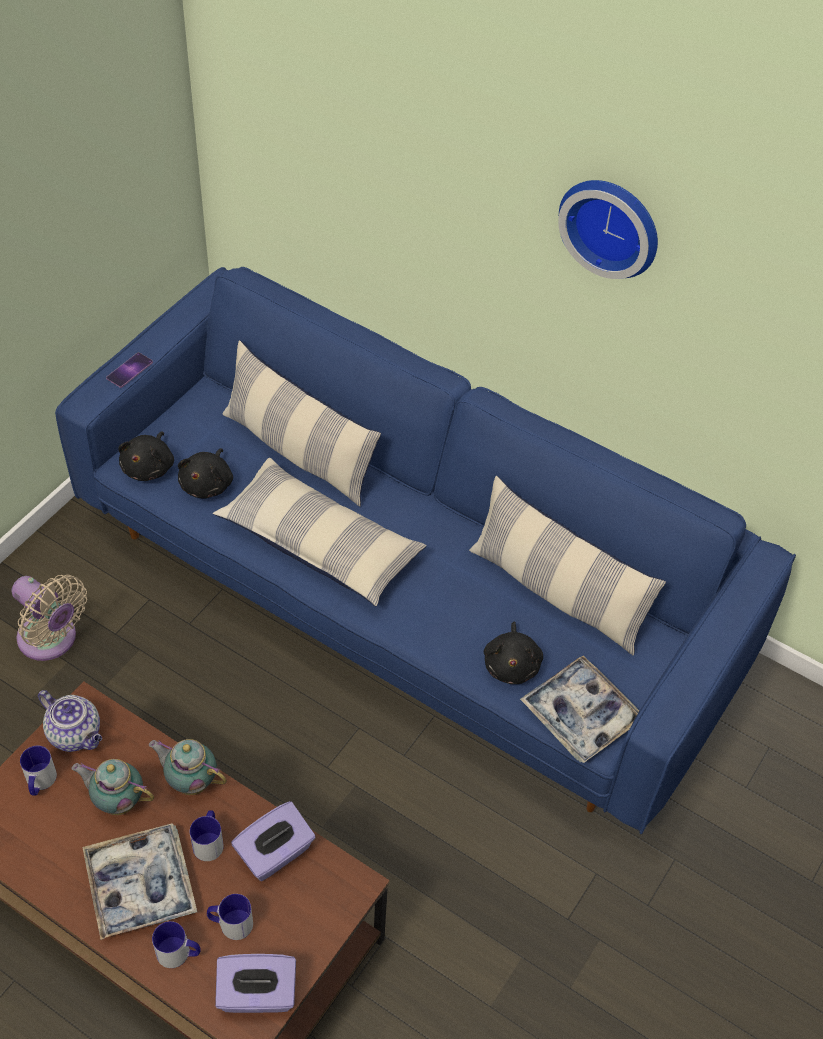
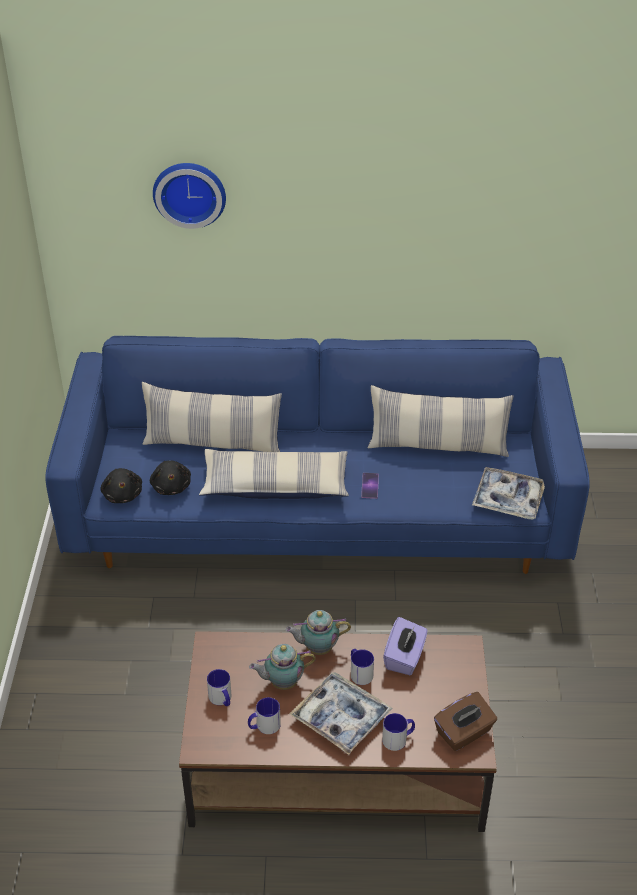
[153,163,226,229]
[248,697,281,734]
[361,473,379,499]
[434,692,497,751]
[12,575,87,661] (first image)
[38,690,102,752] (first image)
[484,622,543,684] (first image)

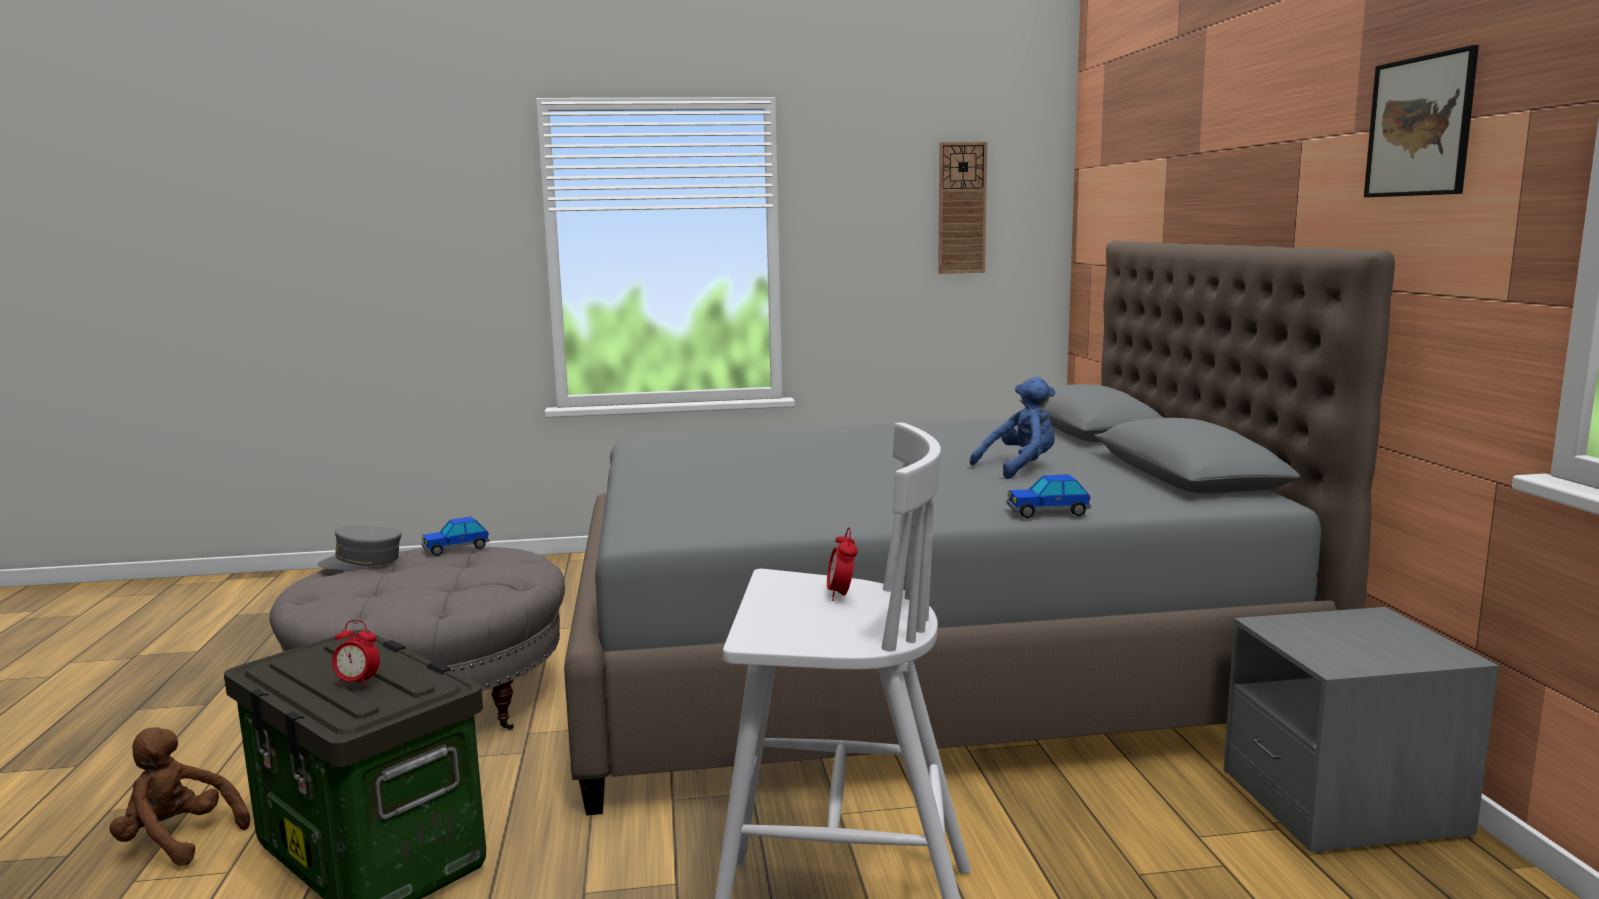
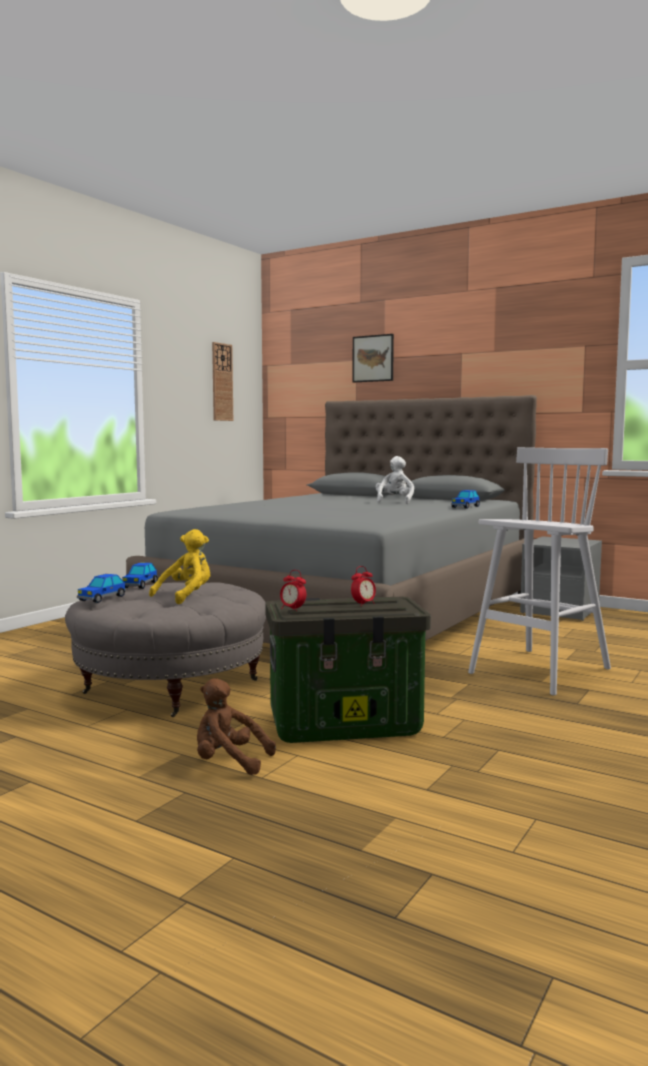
[77,574,126,603]
[149,529,210,604]
[197,679,276,775]
[280,570,306,611]
[352,334,394,382]
[376,456,414,504]

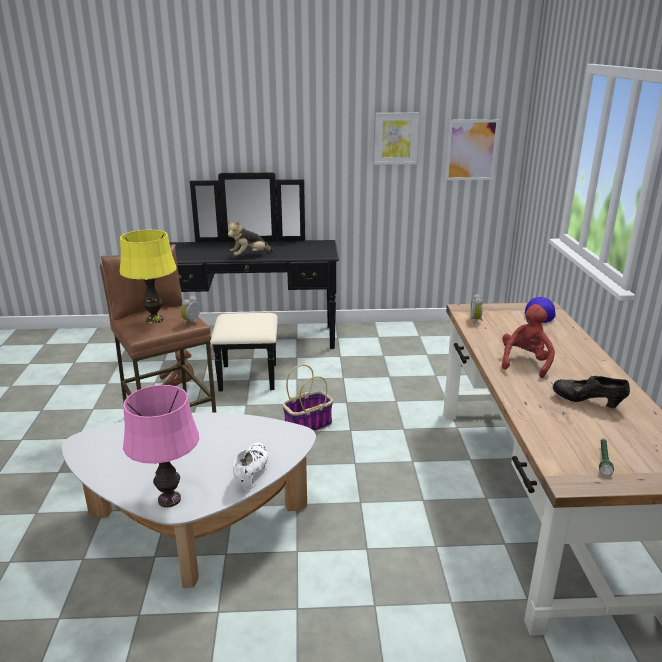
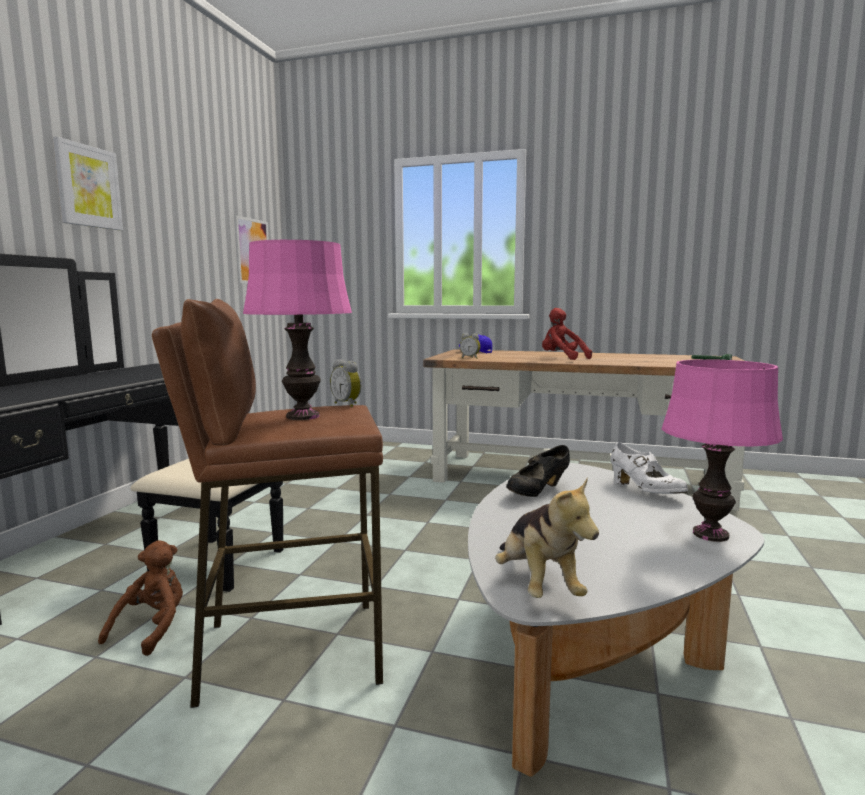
[53,137,123,230]
[243,240,352,420]
[495,477,599,598]
[506,445,570,497]
[611,442,688,494]
[282,365,333,432] (first image)

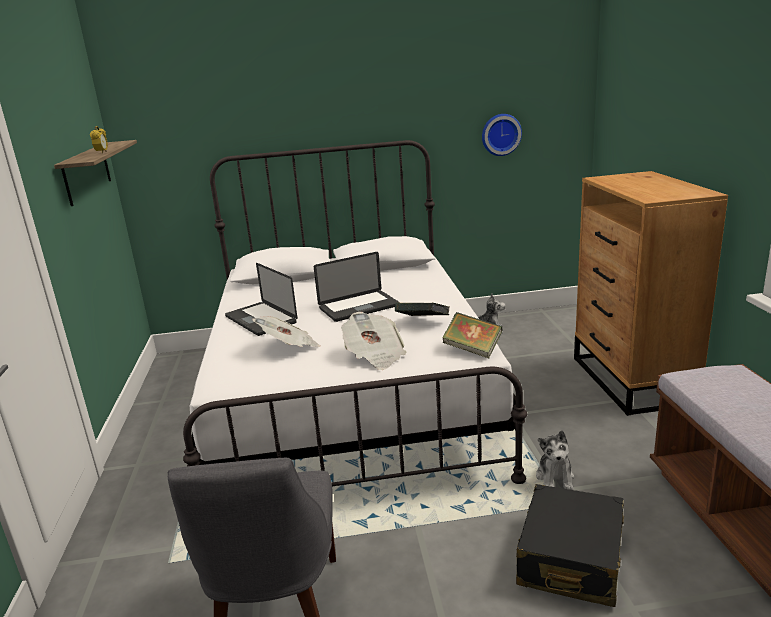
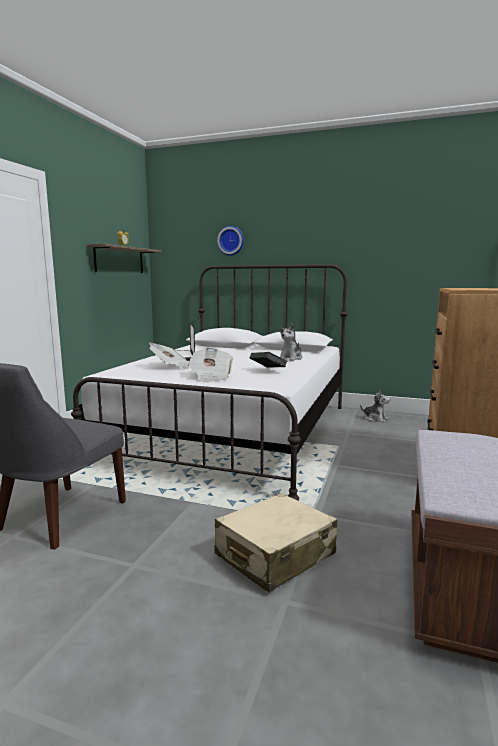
[215,493,337,593]
[217,226,244,256]
[279,323,302,361]
[314,252,399,322] (first image)
[442,312,503,358] (first image)

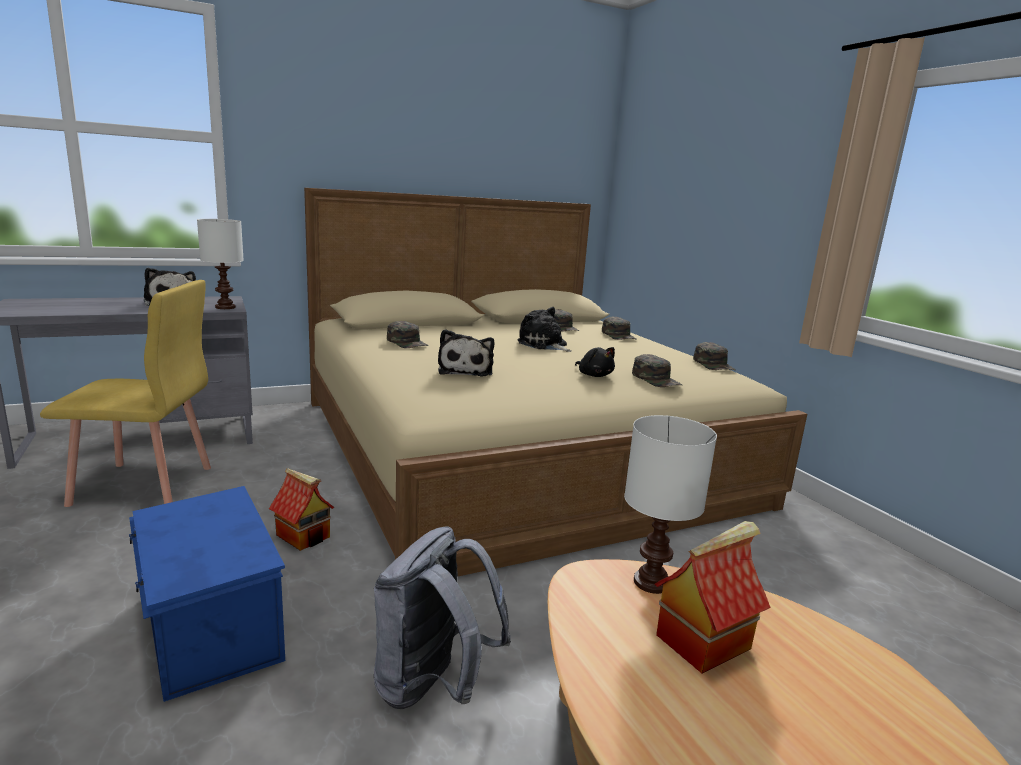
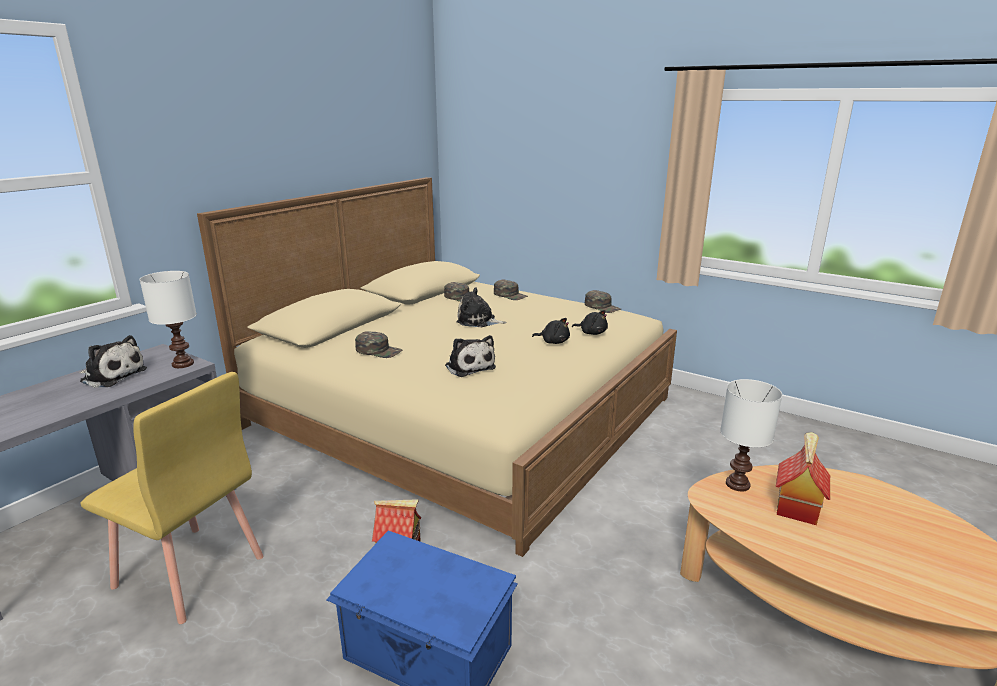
[81,372,264,624]
[572,310,608,335]
[374,526,511,709] (first image)

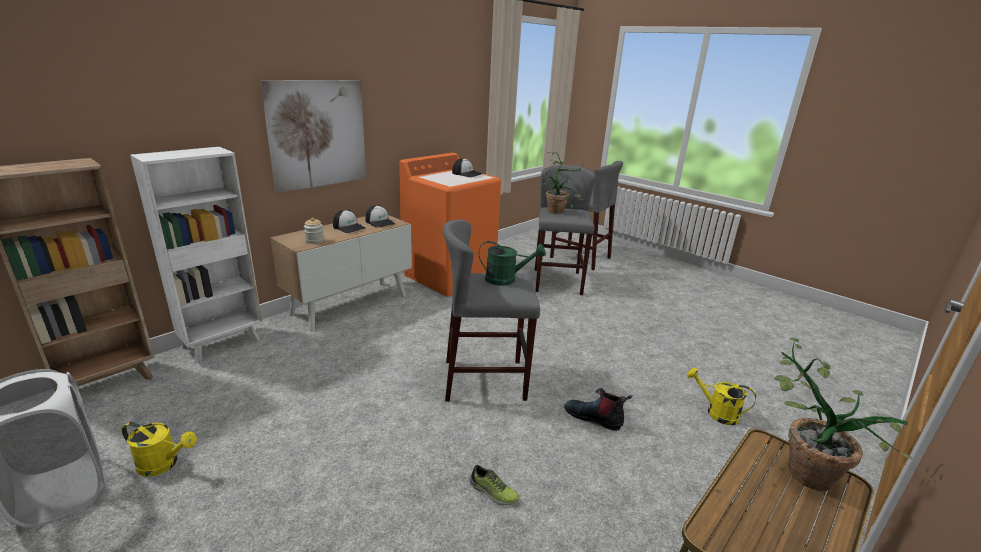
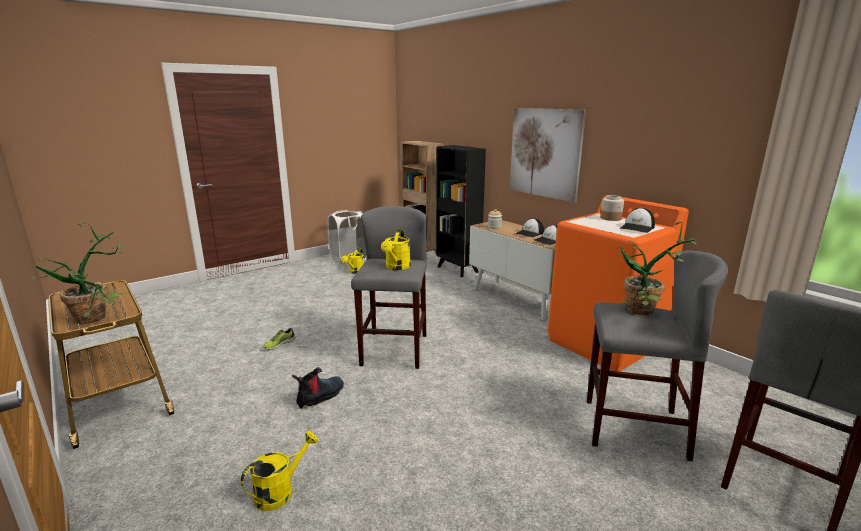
[381,229,411,270]
[436,145,486,277]
[600,195,624,221]

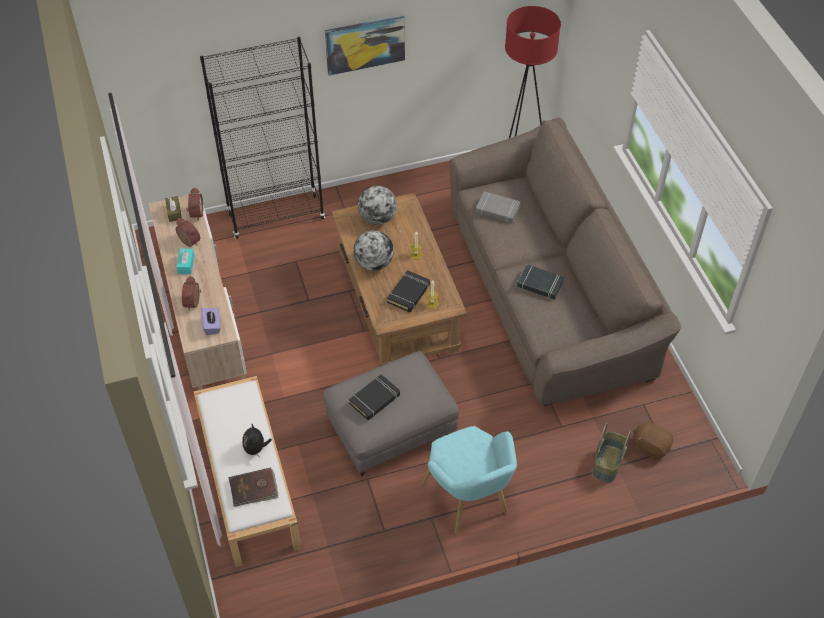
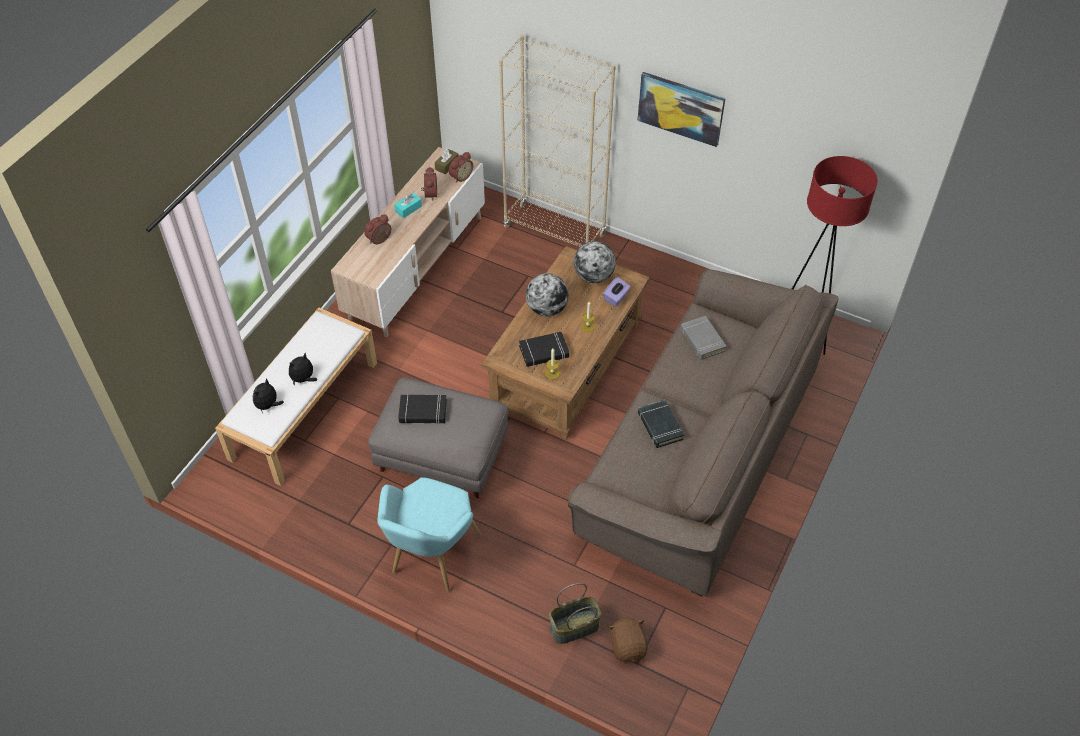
[253,378,284,413]
[499,35,616,247]
[603,277,631,307]

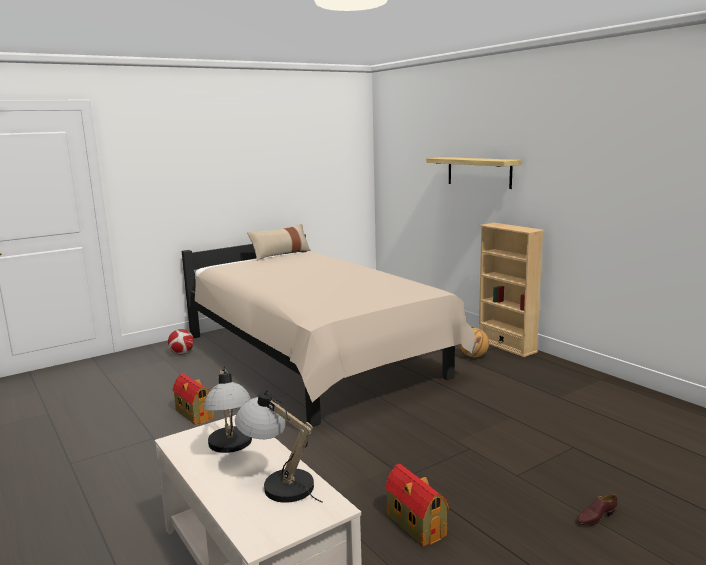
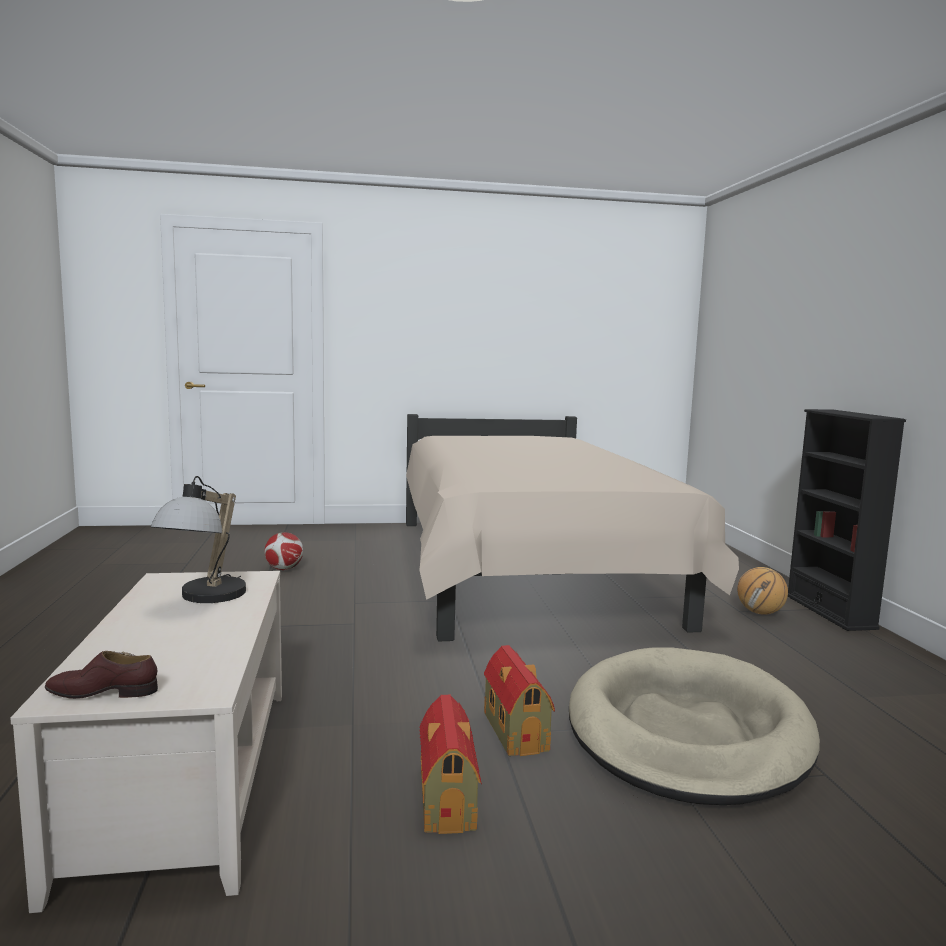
[45,651,158,699]
[264,532,303,570]
[484,645,555,756]
[569,647,820,805]
[788,409,906,631]
[235,390,323,503] (first image)
[247,224,311,261] (first image)
[426,157,521,189] (first image)

